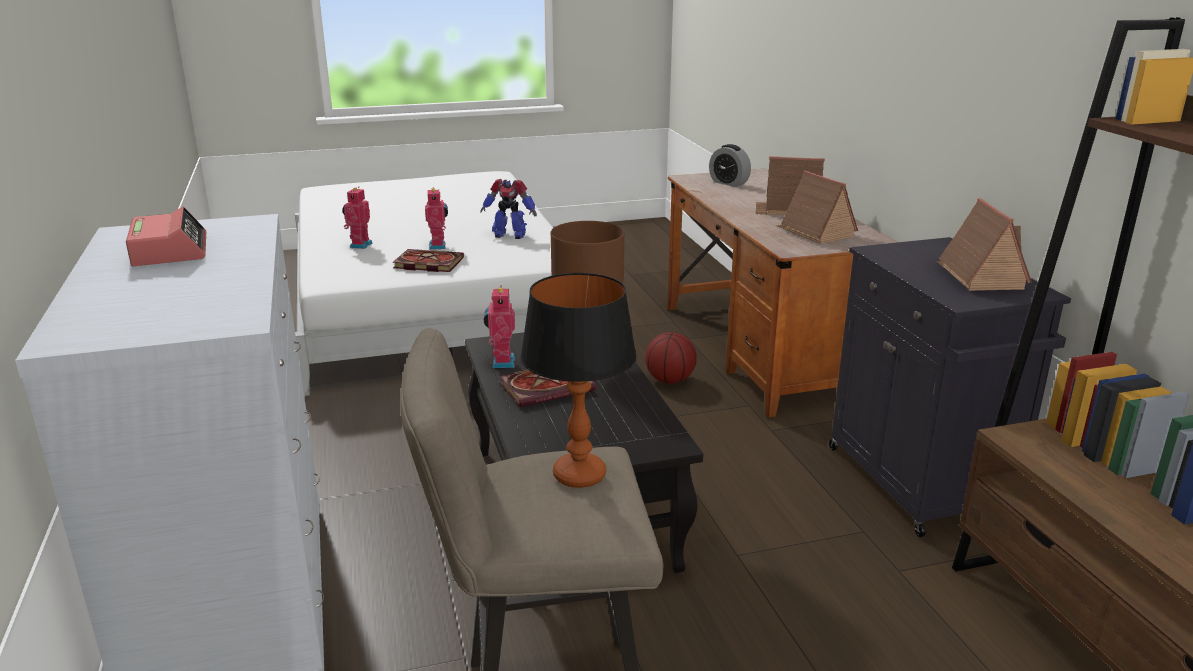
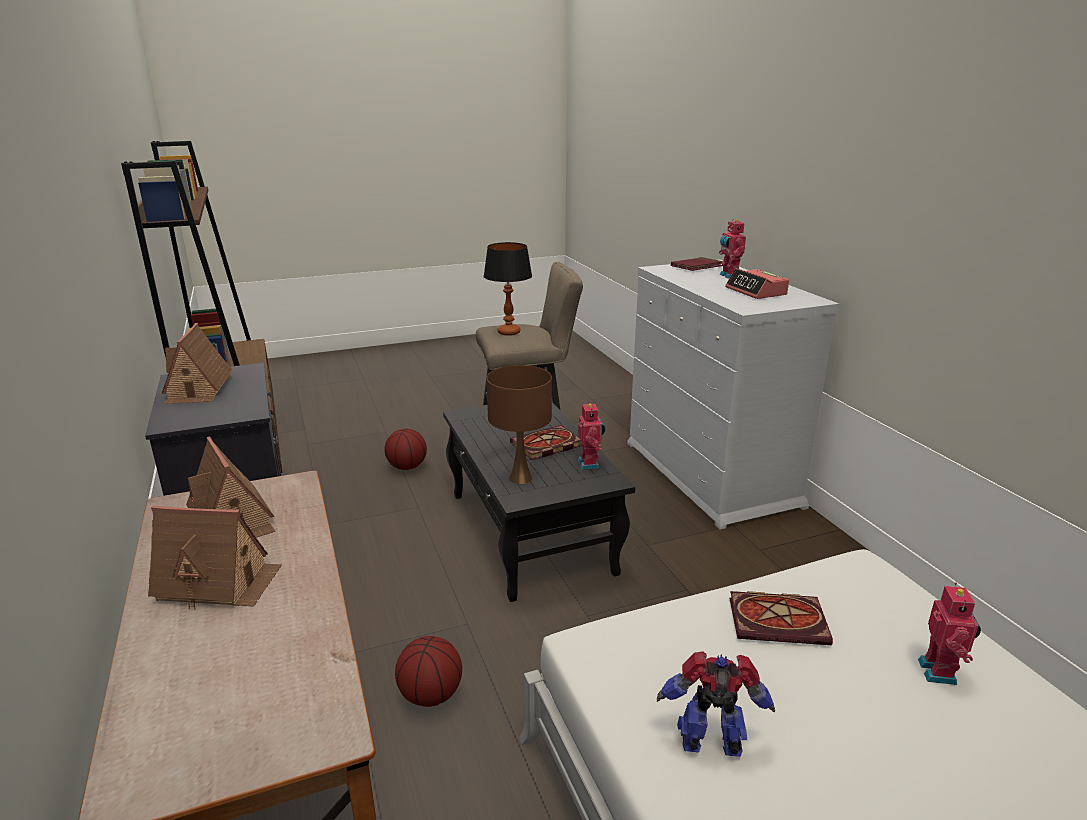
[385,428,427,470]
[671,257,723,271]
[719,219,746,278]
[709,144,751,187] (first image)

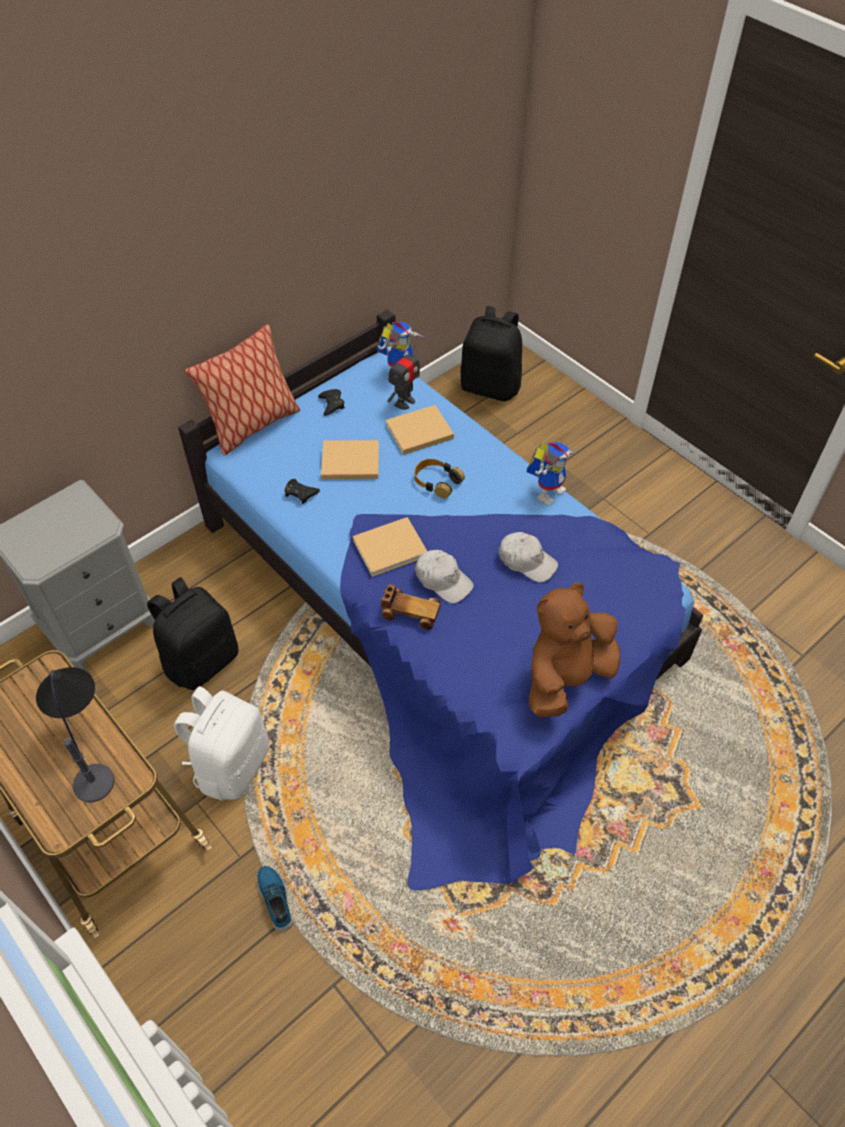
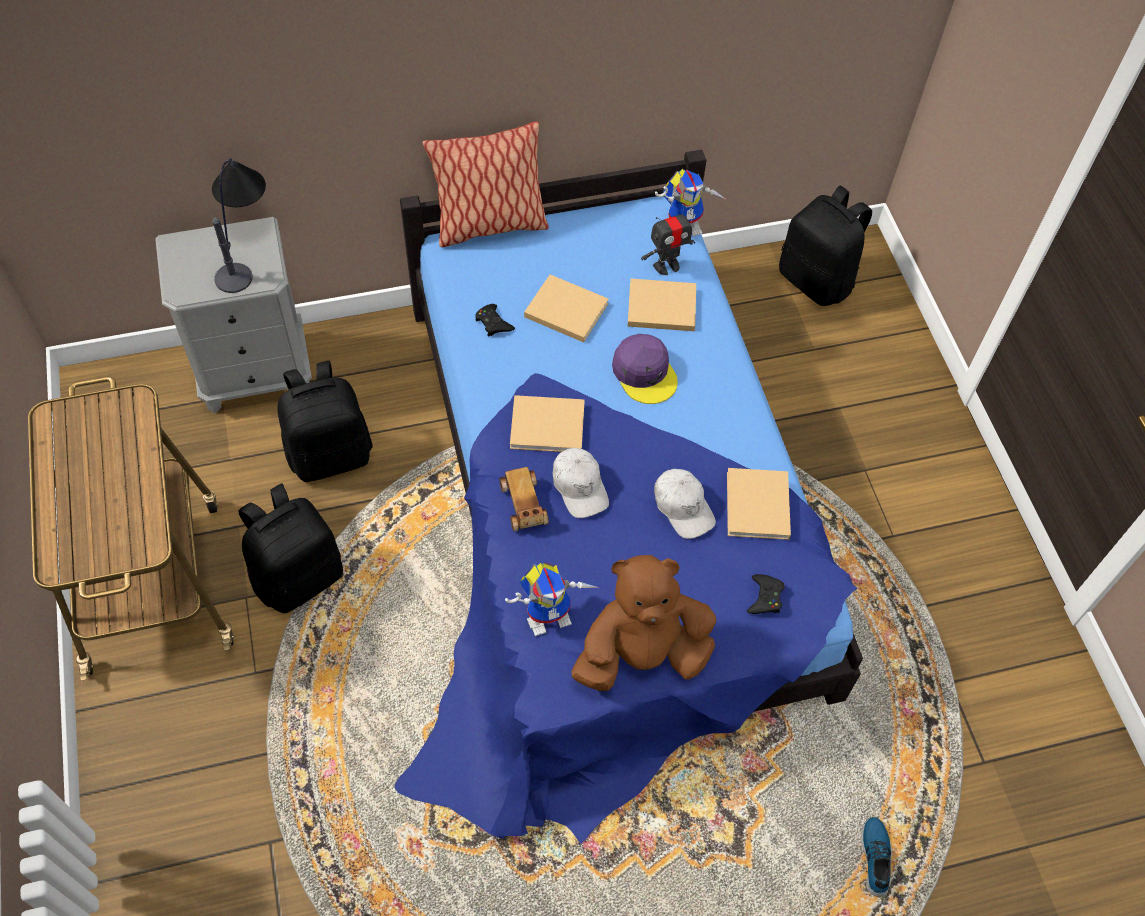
[212,158,266,293]
[238,483,343,613]
[499,467,549,531]
[505,562,599,636]
[612,334,678,404]
[727,468,791,540]
[747,574,785,614]
[861,817,892,897]

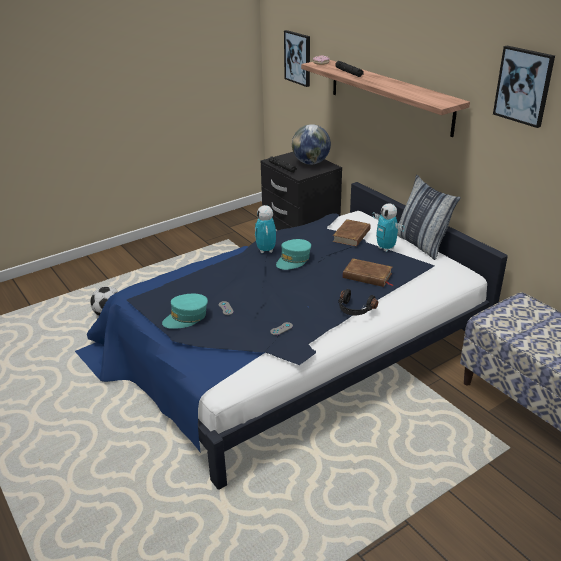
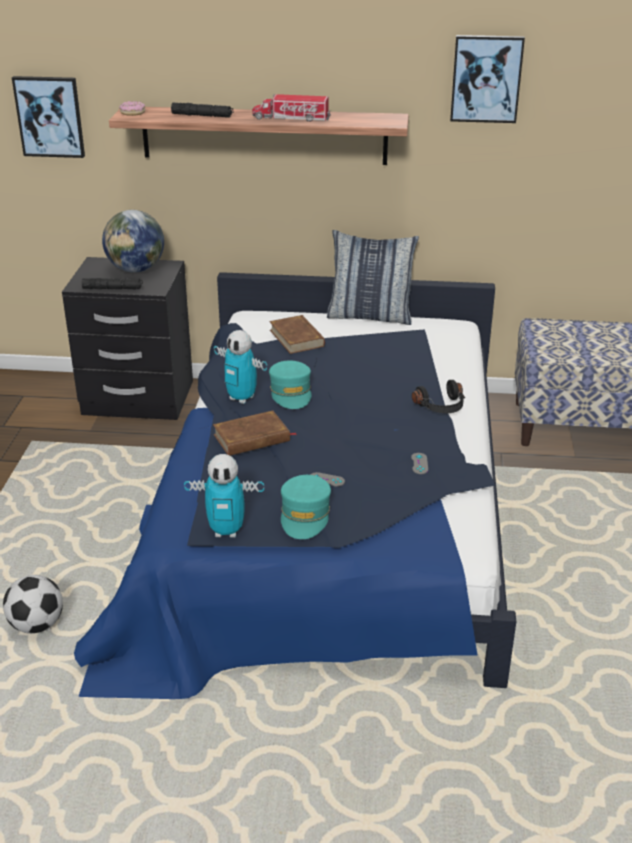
[184,454,264,538]
[213,411,297,456]
[252,94,331,122]

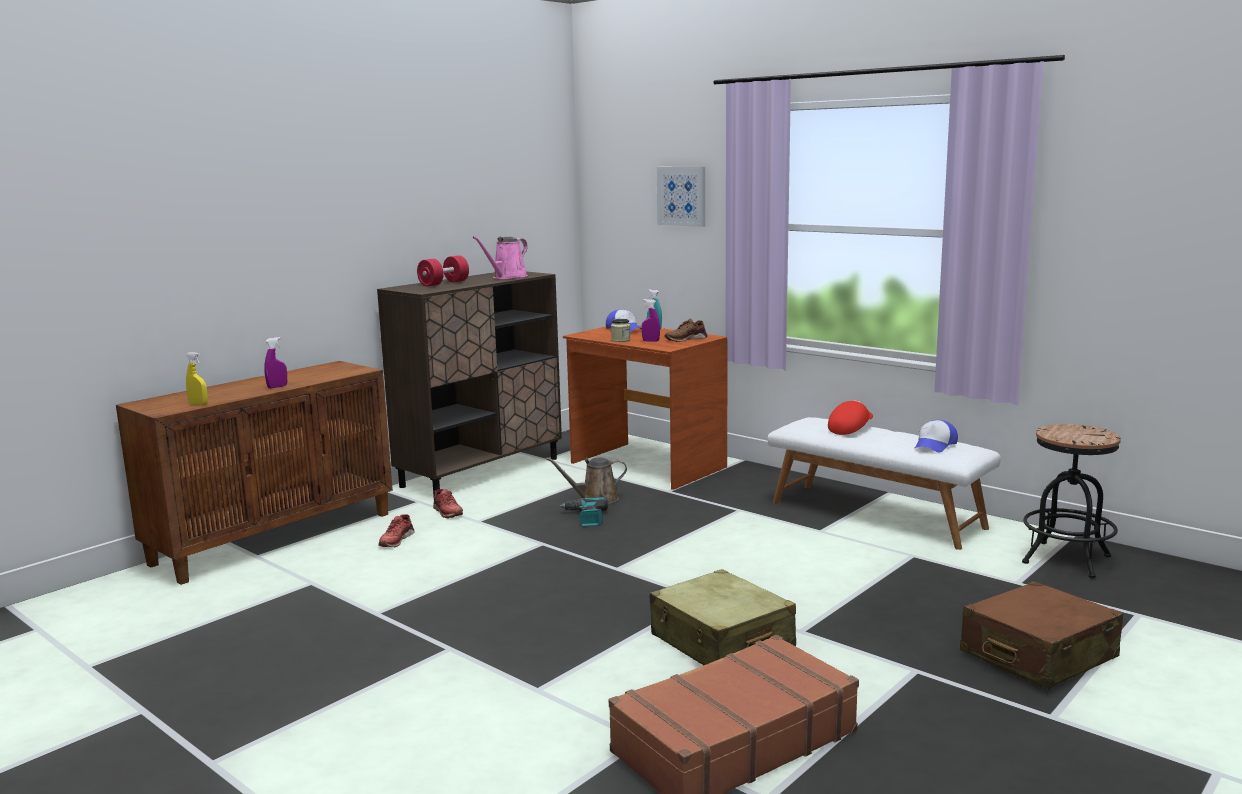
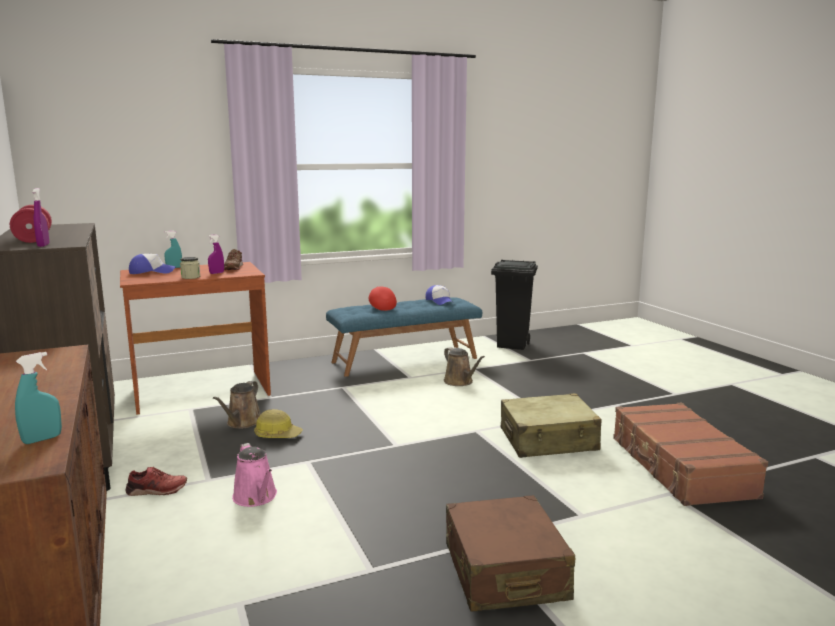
[15,352,62,444]
[32,188,49,247]
[232,443,277,507]
[254,409,303,438]
[326,297,482,377]
[444,347,485,386]
[446,495,575,612]
[491,259,538,350]
[378,514,415,548] (first image)
[657,167,705,227] (first image)

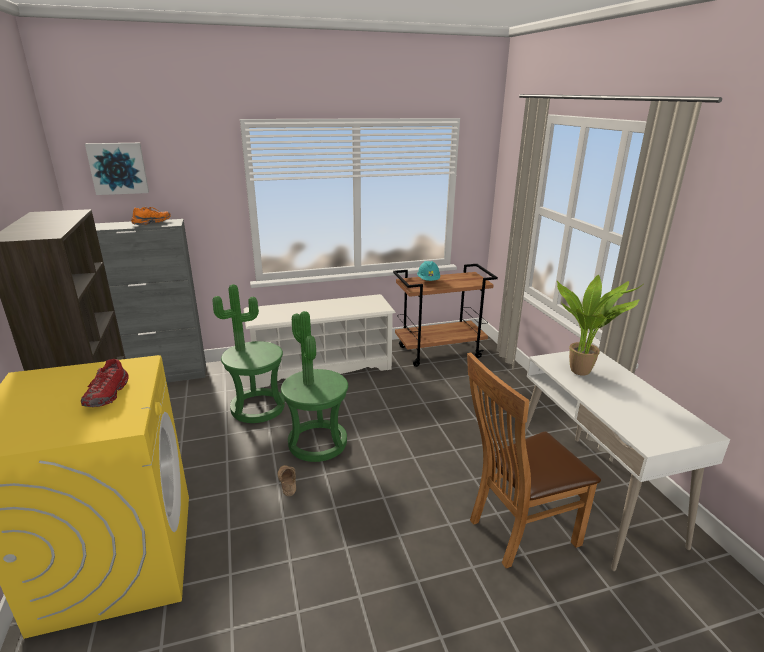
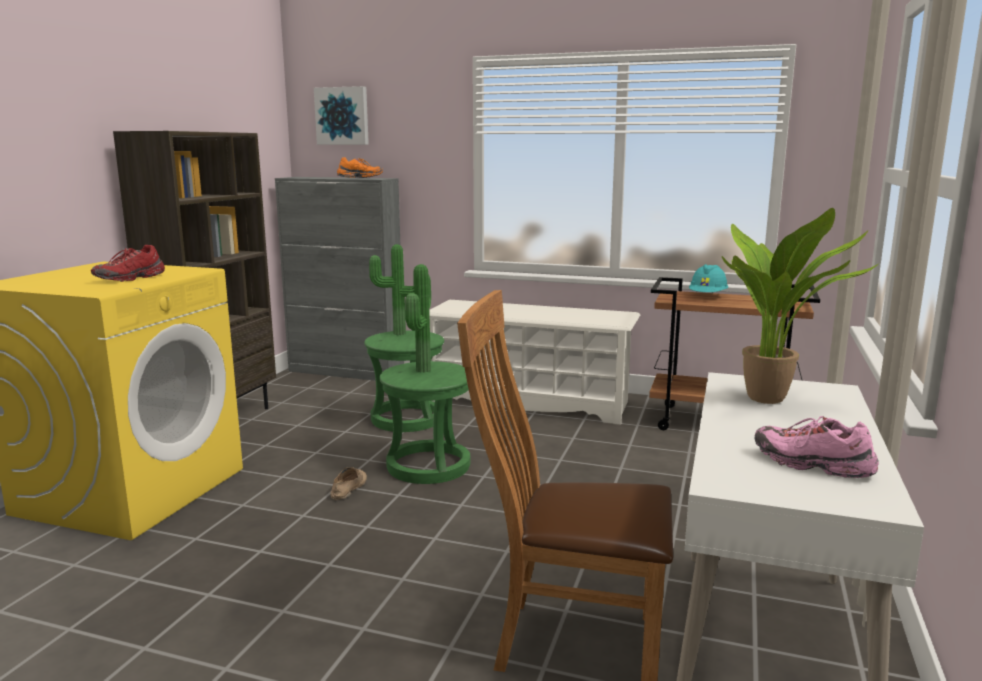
[755,416,879,478]

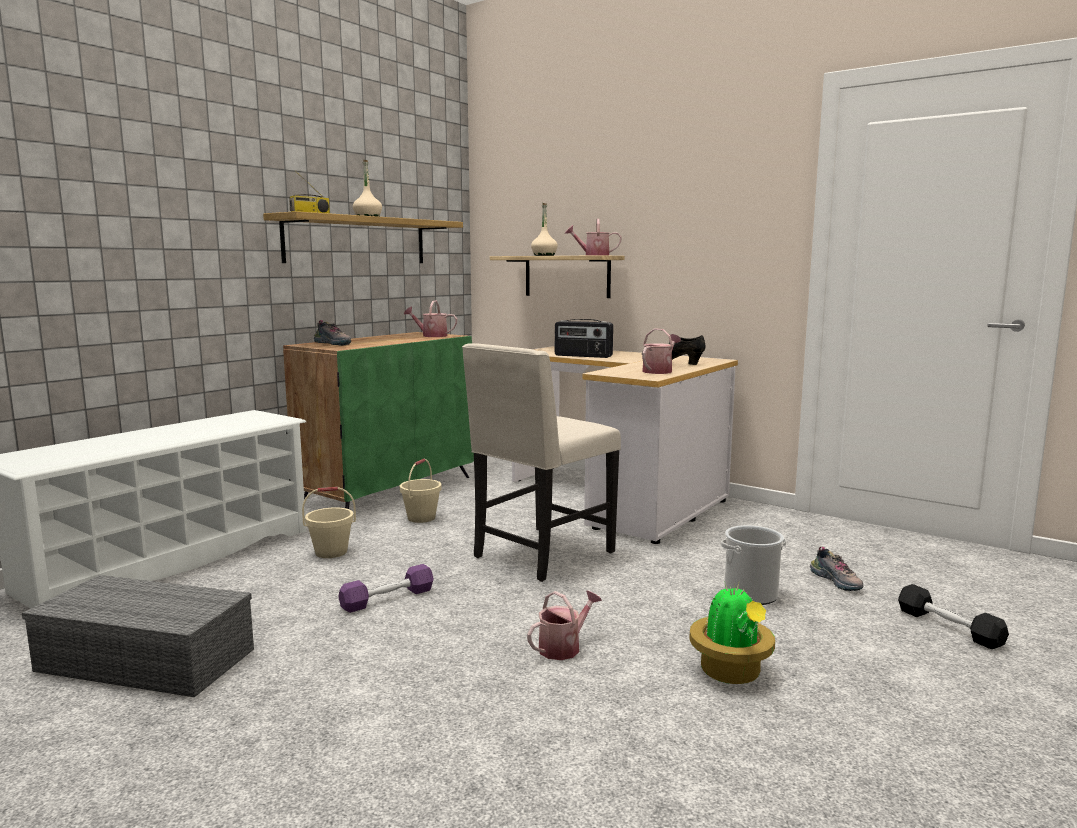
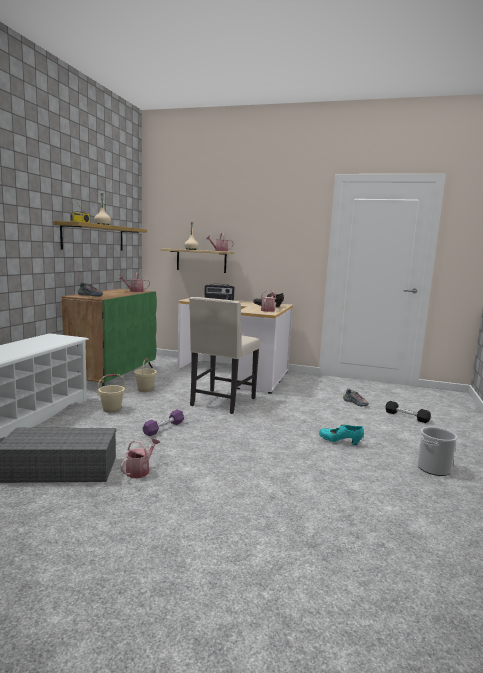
[121,438,160,478]
[319,425,364,445]
[417,427,458,476]

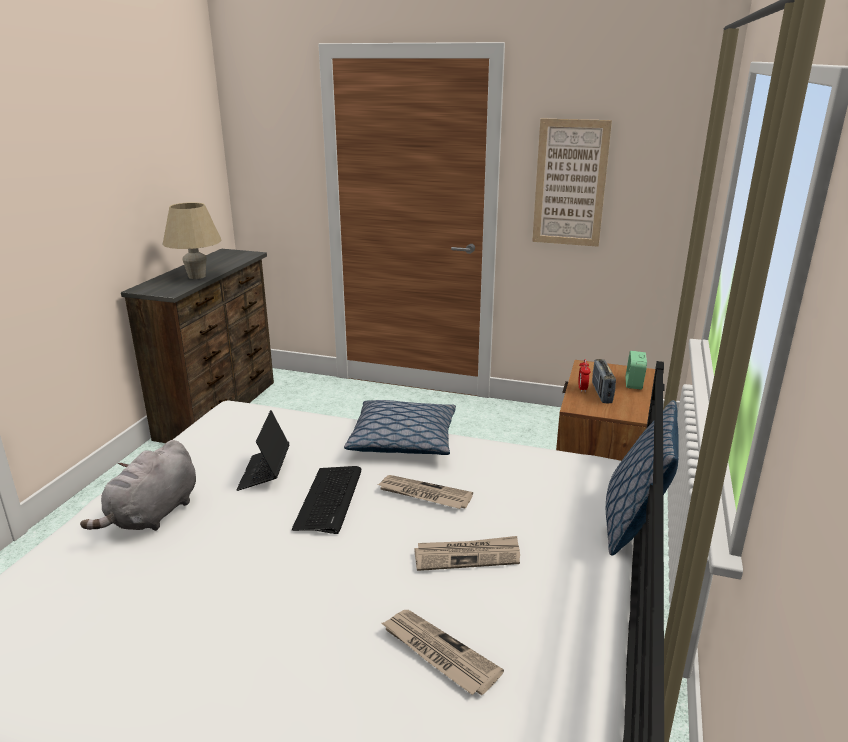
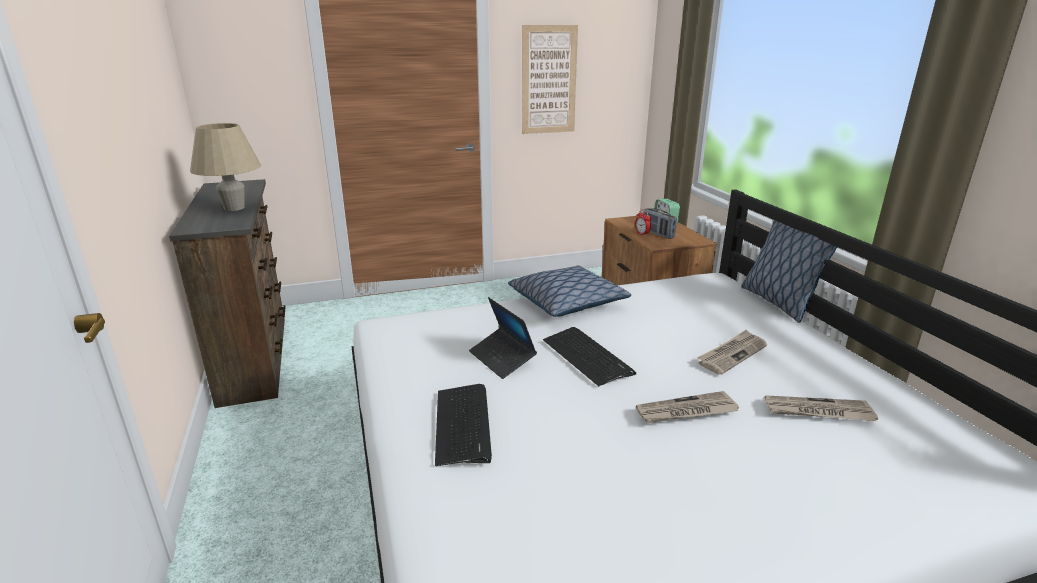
[435,384,492,466]
[636,391,739,423]

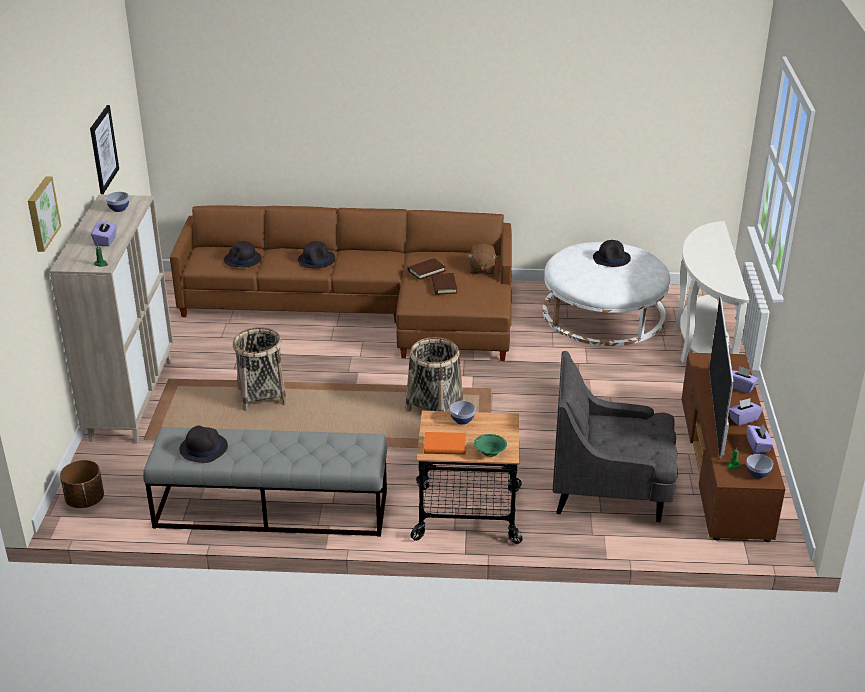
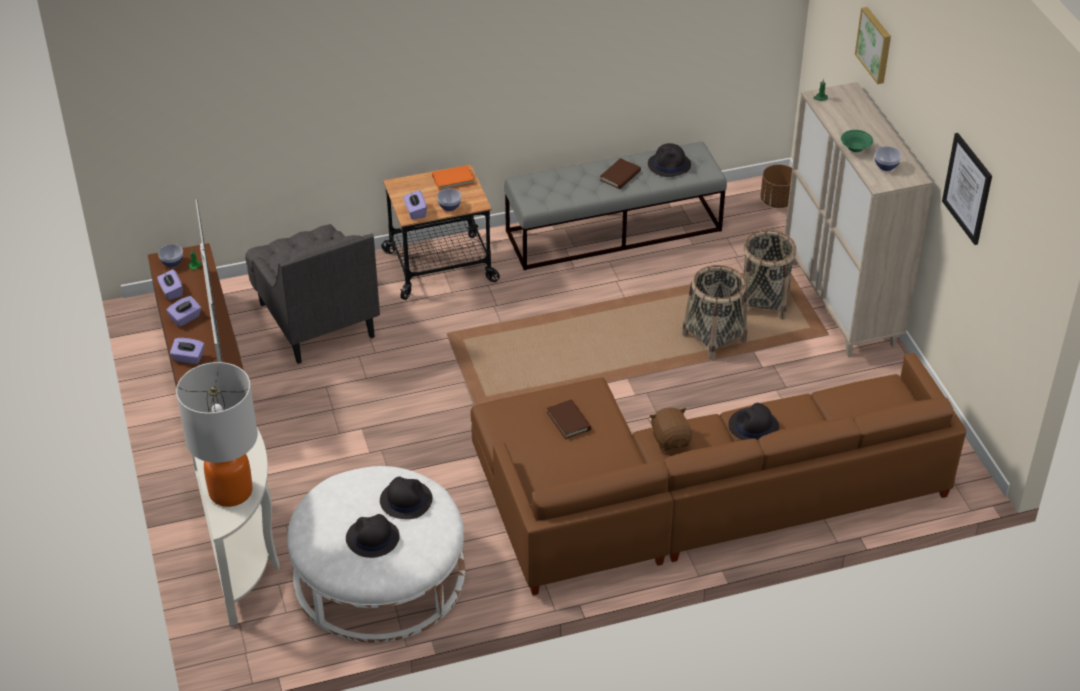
[176,362,258,507]
[245,224,380,364]
[380,477,432,519]
[404,190,427,220]
[600,158,641,189]
[650,407,692,451]
[743,230,796,320]
[841,130,873,152]

